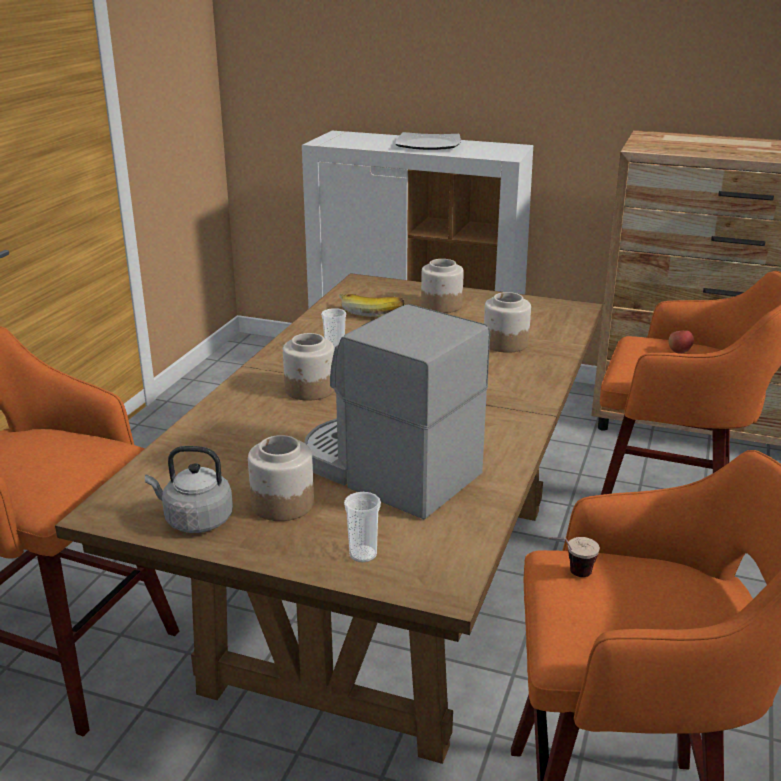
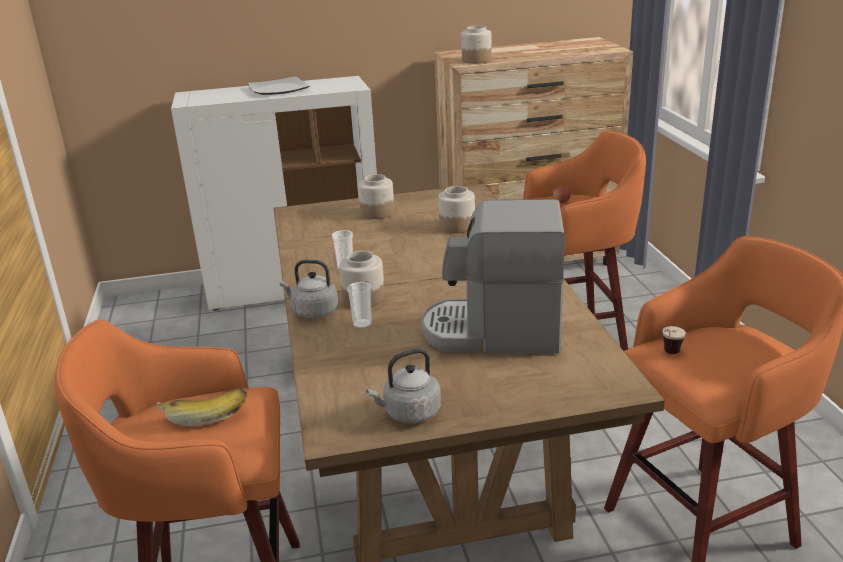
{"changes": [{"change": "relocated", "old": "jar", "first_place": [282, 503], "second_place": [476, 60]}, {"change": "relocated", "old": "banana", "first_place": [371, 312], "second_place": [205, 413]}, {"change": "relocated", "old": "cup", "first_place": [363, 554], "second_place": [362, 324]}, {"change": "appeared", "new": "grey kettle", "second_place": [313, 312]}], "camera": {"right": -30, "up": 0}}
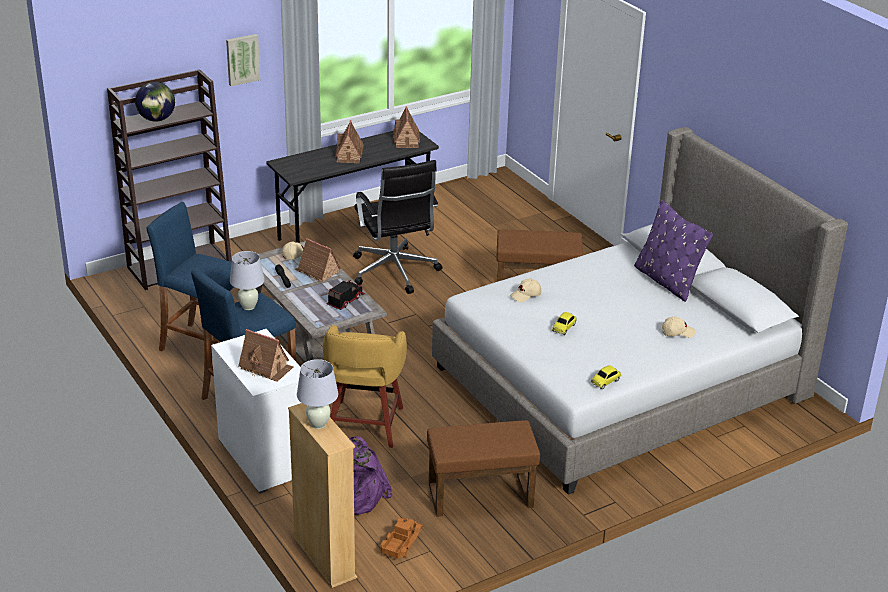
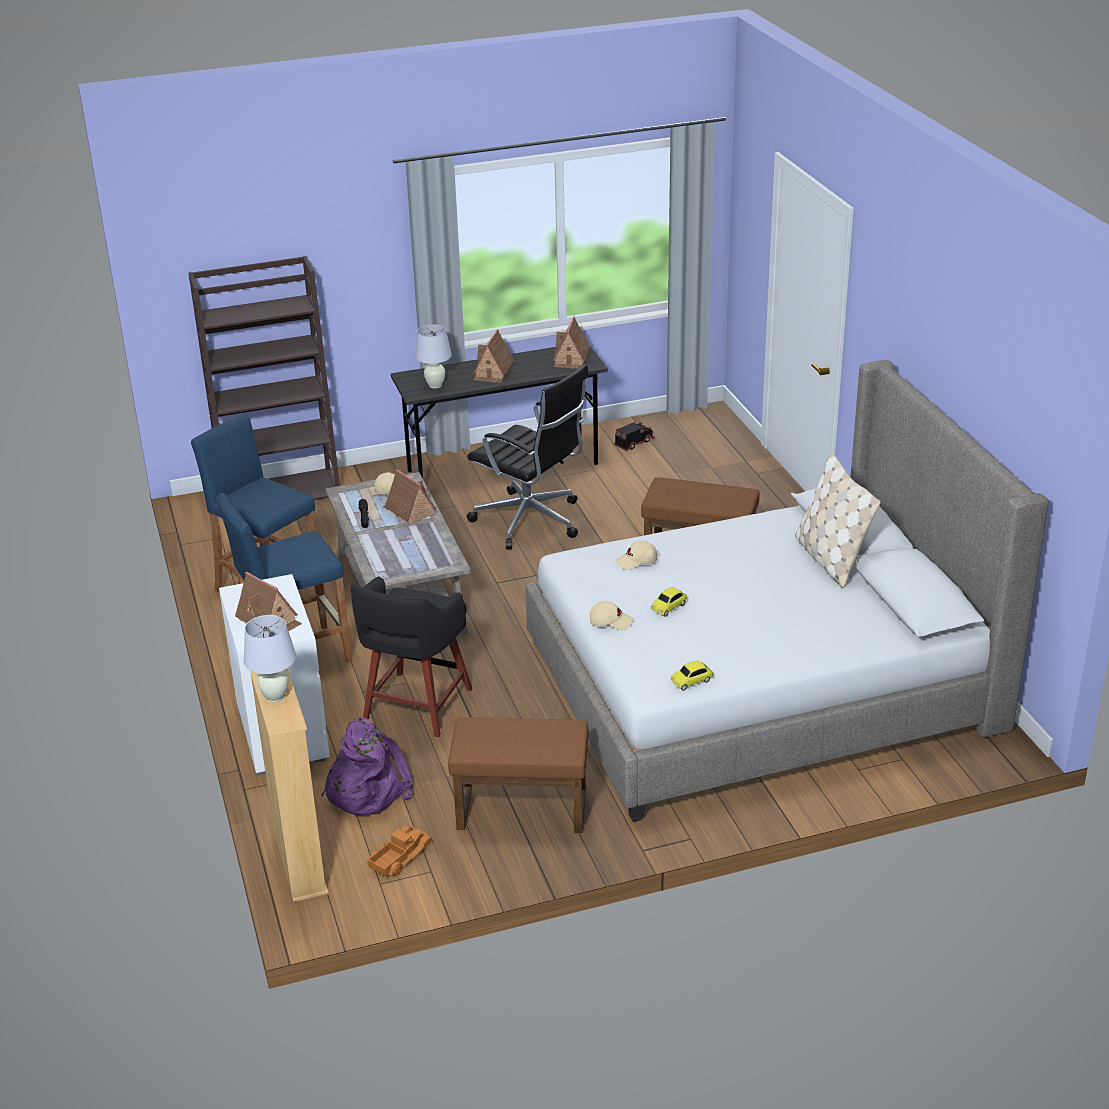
{"changes": [{"change": "missing", "old": "globe", "first_place": [156, 119]}, {"change": "missing", "old": "picture", "first_place": [242, 59]}, {"change": "relocated", "old": "white table lamp", "first_place": [248, 306], "second_place": [435, 385]}, {"change": "colour", "old": "yellow stool", "new": "black stool", "first_place": [364, 426], "second_place": [415, 706]}, {"change": "relocated", "old": "toy truck", "first_place": [345, 300], "second_place": [634, 443]}, {"change": "spun", "old": "black office chair", "first_place": [394, 272], "second_place": [531, 521], "degrees": -45}, {"change": "colour", "old": "purple pillow", "new": "beige pillow", "first_place": [667, 281], "second_place": [830, 559]}, {"change": "relocated", "old": "beige cap", "first_place": [677, 332], "second_place": [611, 622]}], "camera": {"right": 15, "up": 0}}
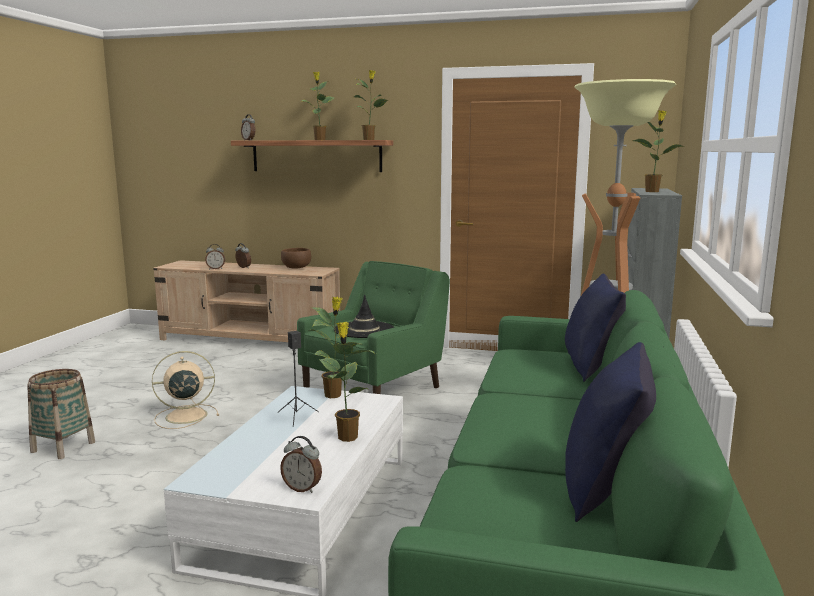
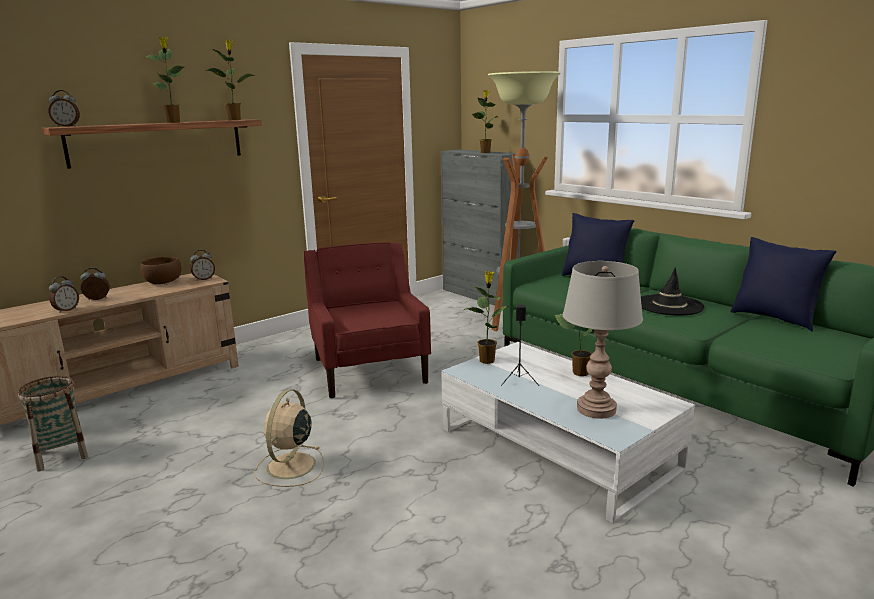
{"changes": [{"change": "relocated", "old": "basket", "first_place": [63, 447], "second_place": [61, 455]}, {"change": "relocated", "old": "alarm clock", "first_place": [302, 488], "second_place": [204, 279]}, {"change": "colour", "old": "green armchair", "new": "red armchair", "first_place": [374, 390], "second_place": [369, 370]}, {"change": "relocated", "old": "black hat", "first_place": [364, 330], "second_place": [669, 305]}, {"change": "appeared", "new": "grey table lamp", "second_place": [596, 409]}], "camera": {"right": -55, "up": 5}}
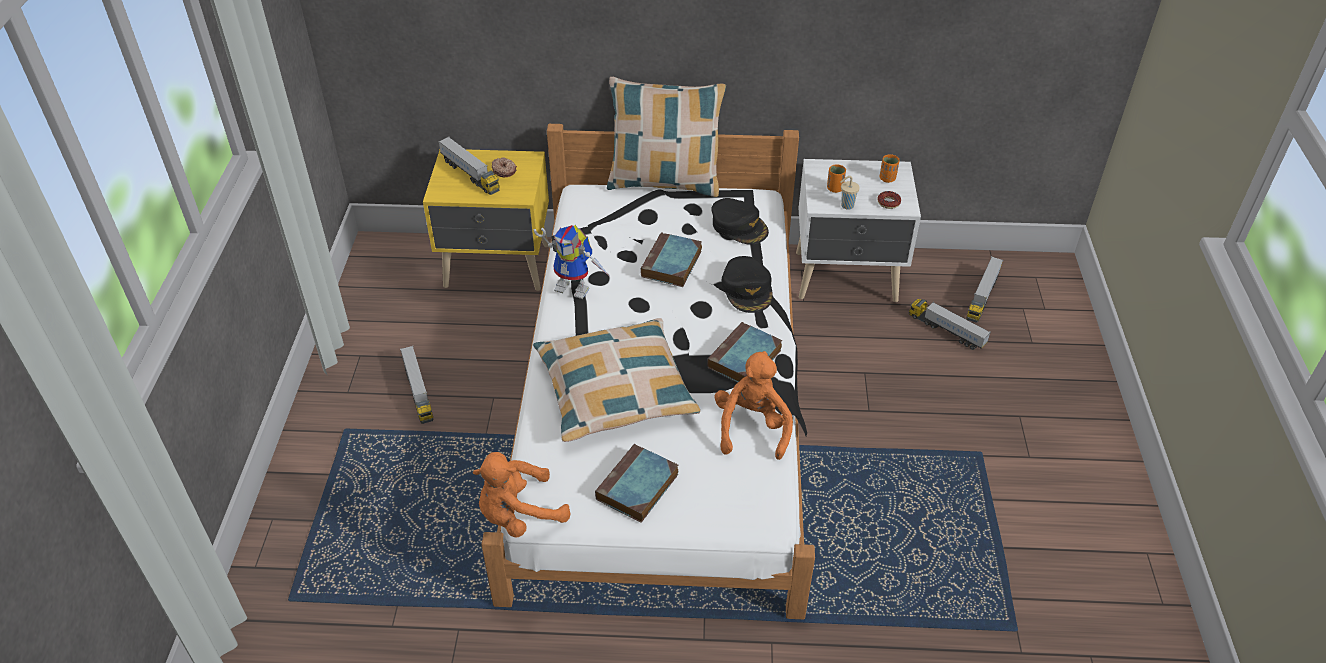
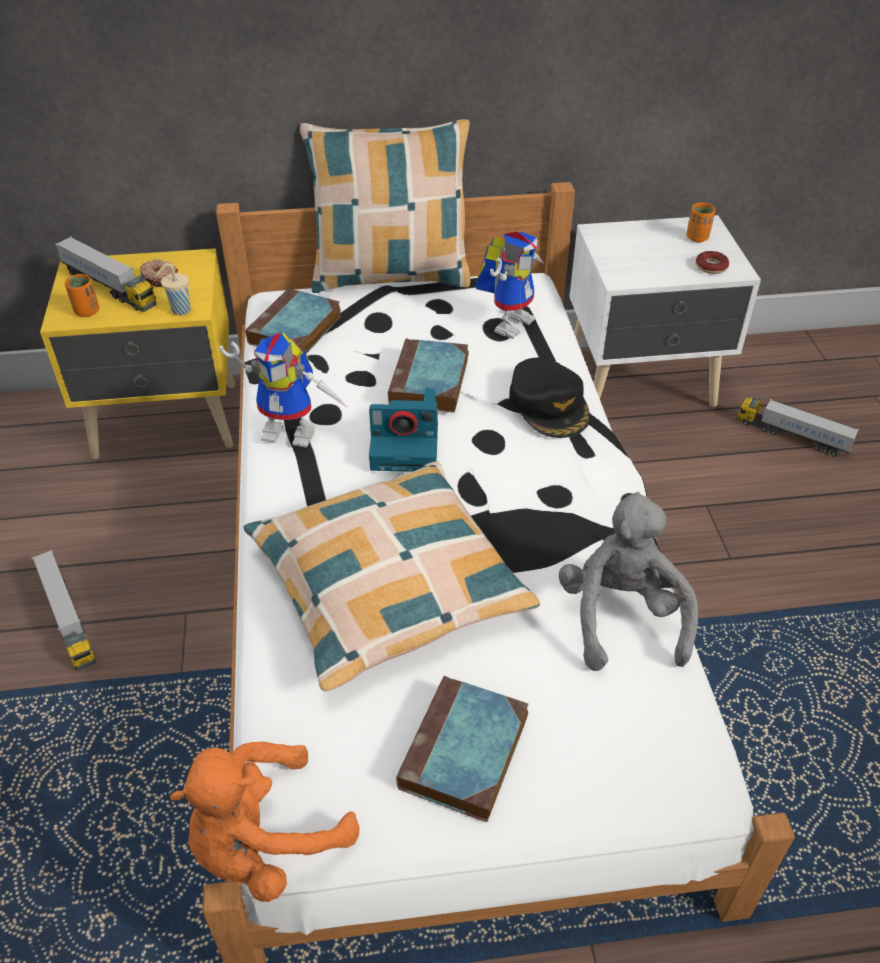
{"changes": [{"change": "relocated", "old": "book", "first_place": [744, 360], "second_place": [295, 331]}, {"change": "exchanged", "old": "black cap", "new": "toy robot", "first_place": [739, 226], "second_place": [510, 321]}, {"change": "colour", "old": "orange plush toy", "new": "grey plush toy", "first_place": [752, 427], "second_place": [621, 617]}, {"change": "relocated", "old": "orange cup", "first_place": [835, 189], "second_place": [87, 311]}, {"change": "relocated", "old": "beige cup", "first_place": [846, 206], "second_place": [180, 310]}, {"change": "missing", "old": "toy truck", "first_place": [982, 297]}, {"change": "appeared", "new": "photo camera", "second_place": [407, 446]}], "camera": {"right": -10, "up": 0}}
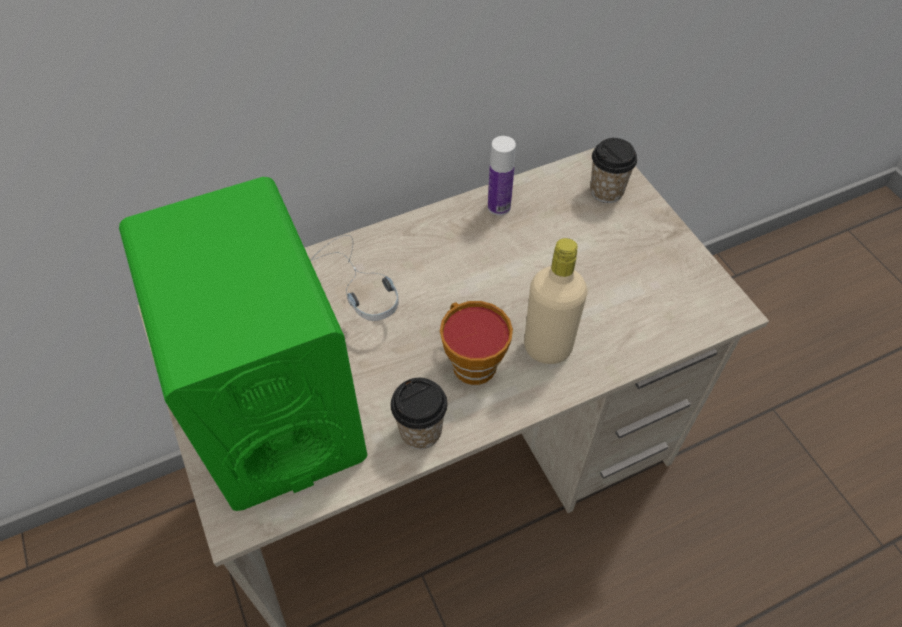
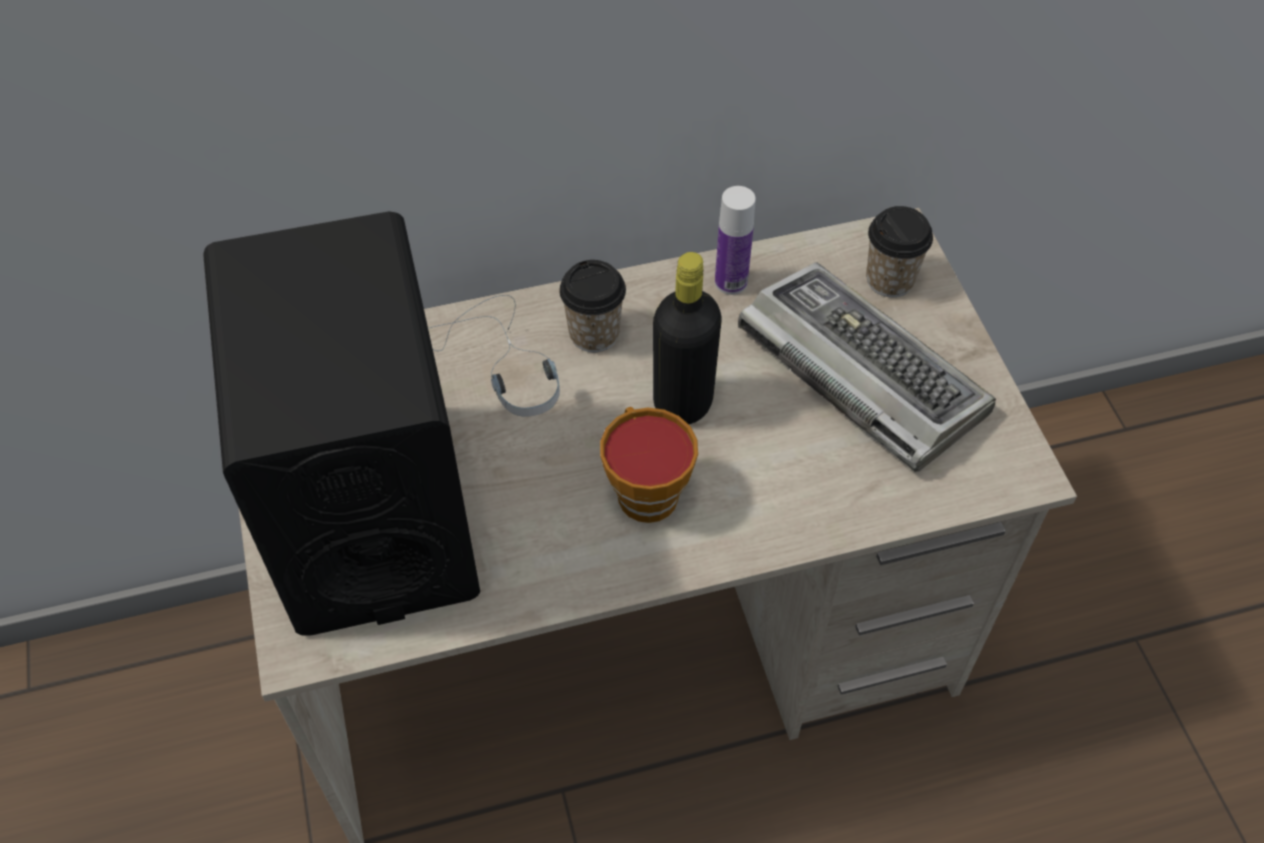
{"changes": [{"change": "colour", "old": "green speaker", "new": "black speaker", "first_place": [275, 409], "second_place": [373, 514]}, {"change": "relocated", "old": "cup", "first_place": [420, 431], "second_place": [594, 334]}, {"change": "missing", "old": "beige bottle", "first_place": [547, 348]}, {"change": "appeared", "new": "black bottle", "second_place": [683, 403]}, {"change": "appeared", "new": "keyboard", "second_place": [857, 372]}], "camera": {"right": 10, "up": 0}}
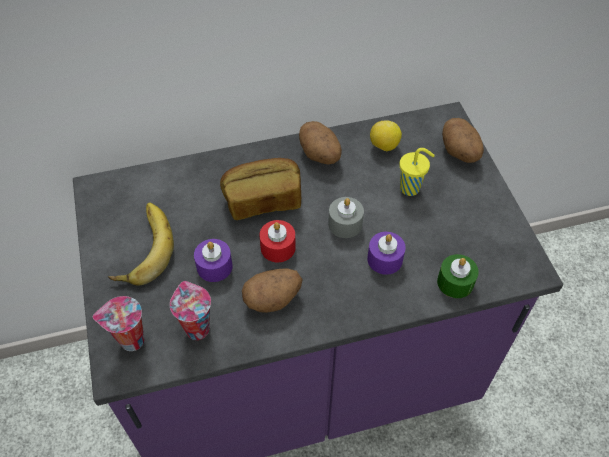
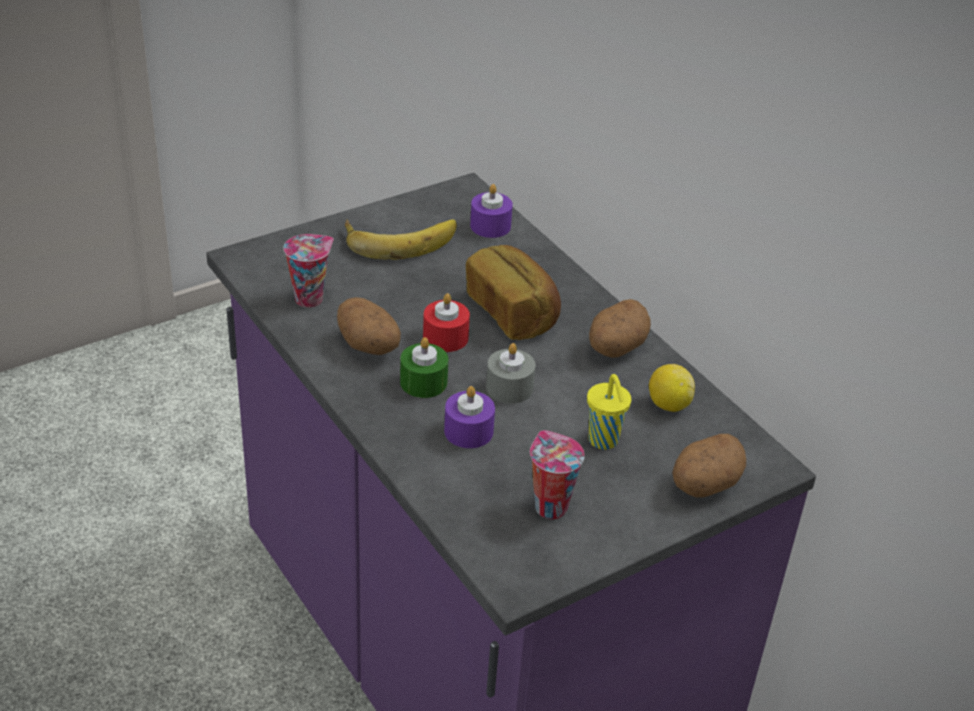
{"changes": [{"change": "relocated", "old": "cup", "first_place": [130, 341], "second_place": [549, 506]}, {"change": "relocated", "old": "purple candle", "first_place": [214, 266], "second_place": [490, 226]}, {"change": "relocated", "old": "green candle", "first_place": [455, 282], "second_place": [423, 382]}], "camera": {"right": 70, "up": -15}}
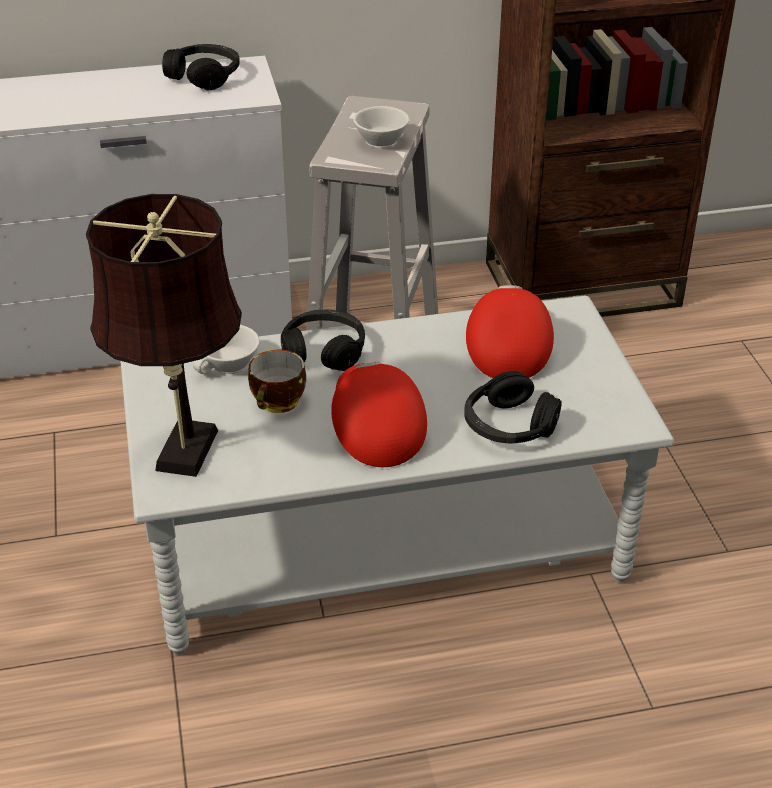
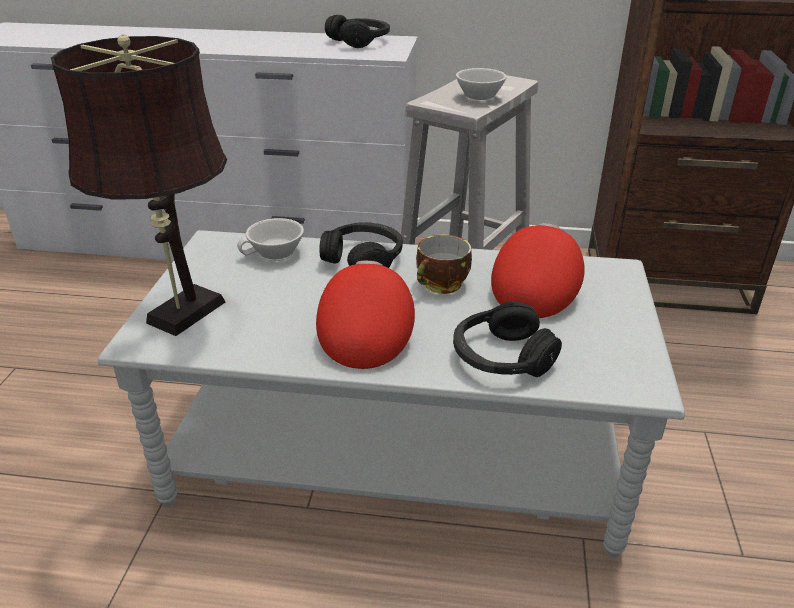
{"changes": [{"change": "relocated", "old": "cup", "first_place": [279, 403], "second_place": [442, 285]}], "camera": {"right": 20, "up": -5}}
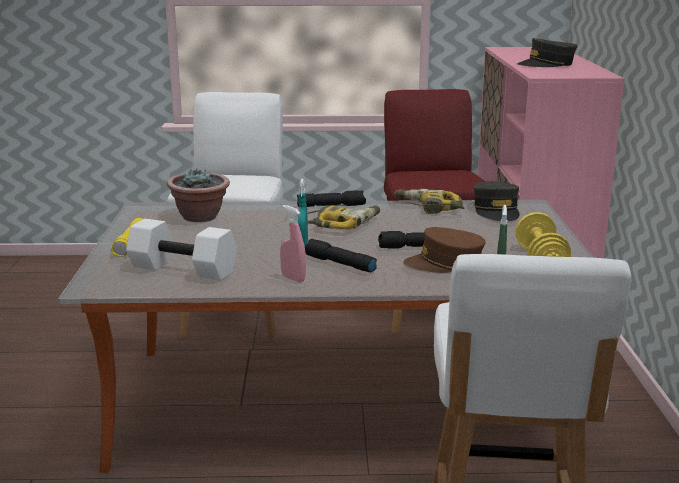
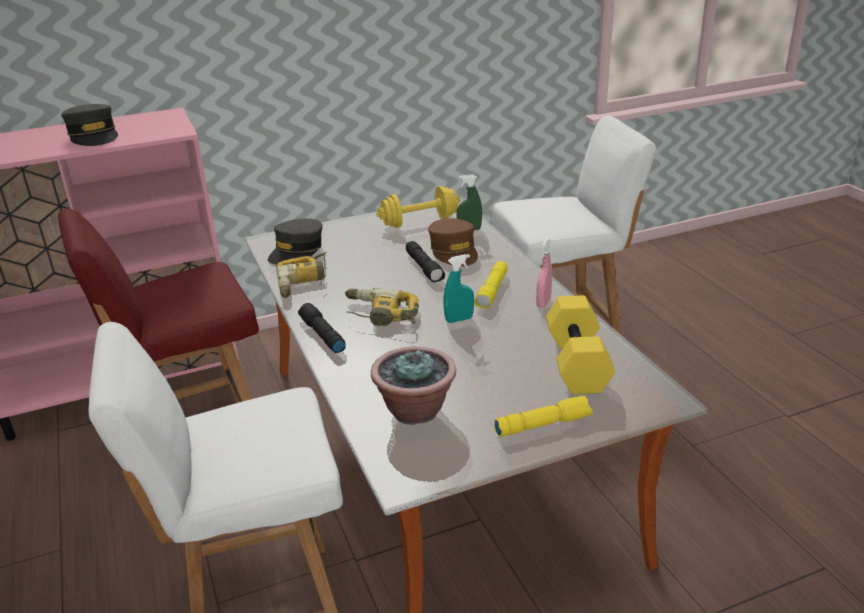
{"changes": [{"change": "colour", "old": "white dumbbell", "new": "yellow dumbbell", "first_place": [181, 270], "second_place": [579, 363]}, {"change": "colour", "old": "black flashlight", "new": "yellow flashlight", "first_place": [339, 264], "second_place": [492, 292]}, {"change": "spun", "old": "grey cap", "first_place": [496, 211], "second_place": [296, 251], "degrees": 150}], "camera": {"right": -110, "up": 10}}
